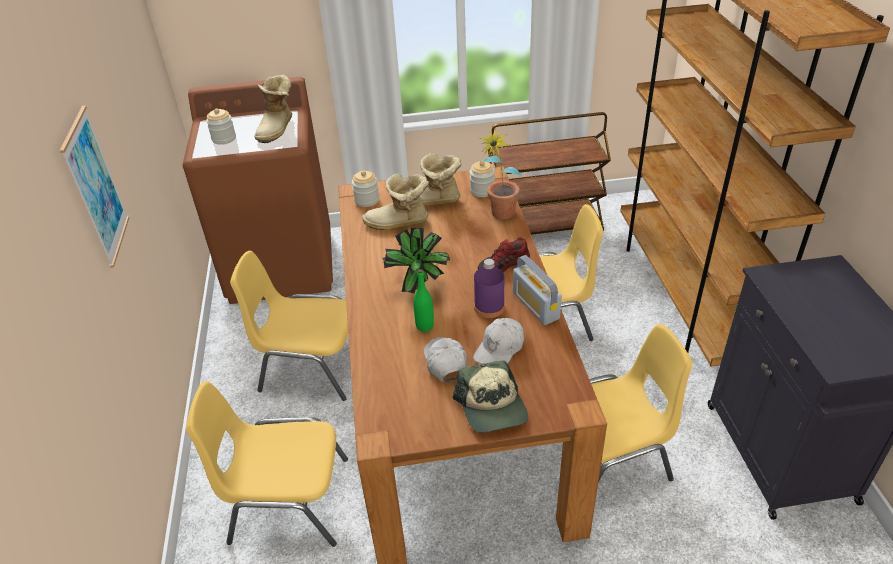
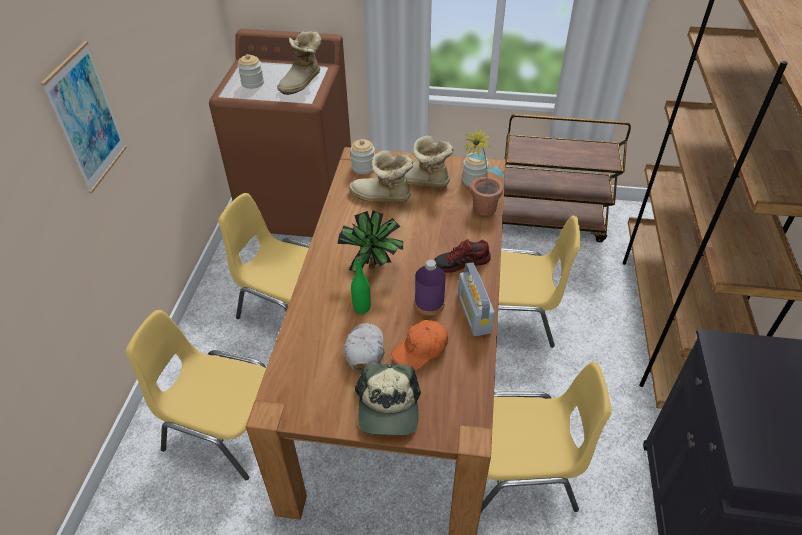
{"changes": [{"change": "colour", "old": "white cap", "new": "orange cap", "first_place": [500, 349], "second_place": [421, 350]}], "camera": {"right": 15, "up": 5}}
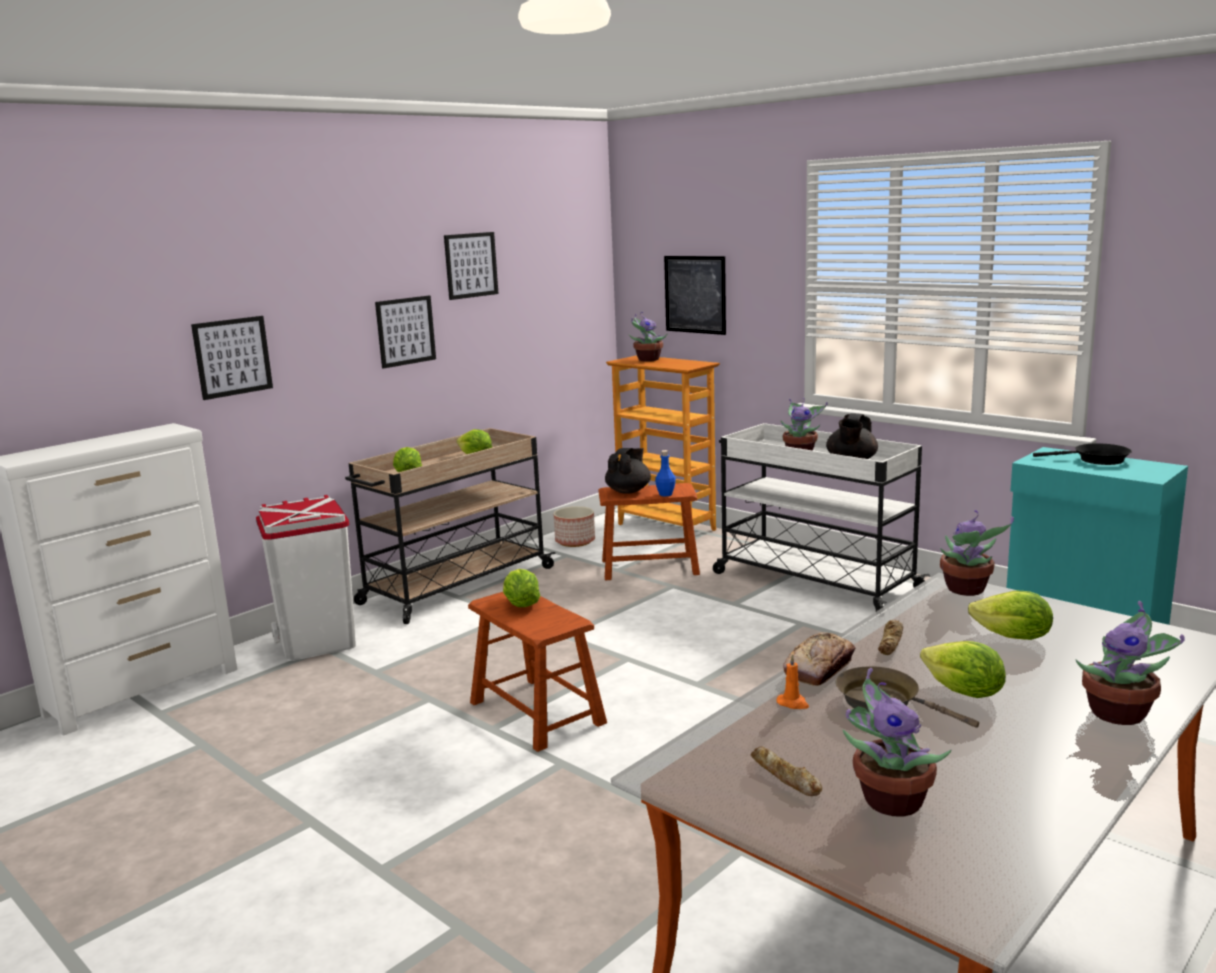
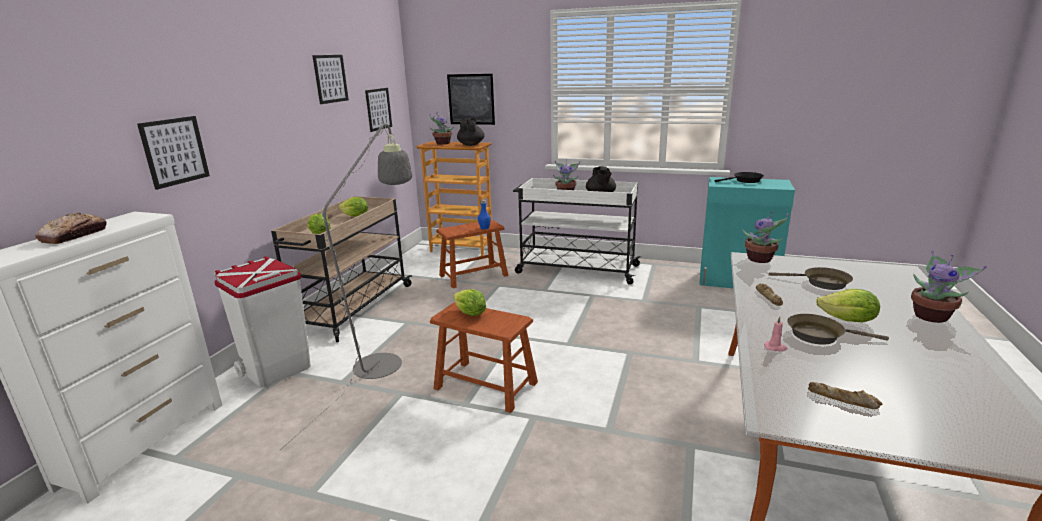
{"changes": [{"change": "relocated", "old": "picture", "first_place": [405, 331], "second_place": [378, 109]}, {"change": "missing", "old": "planter", "first_place": [575, 541]}, {"change": "relocated", "old": "black teapot", "first_place": [628, 491], "second_place": [471, 144]}, {"change": "colour", "old": "orange candle", "new": "pink candle", "first_place": [793, 703], "second_place": [775, 347]}, {"change": "relocated", "old": "bread", "first_place": [819, 668], "second_place": [74, 235]}, {"change": "missing", "old": "potted plant", "first_place": [888, 800]}, {"change": "exchanged", "old": "lettuce", "new": "brown frying pan", "first_place": [1013, 638], "second_place": [821, 283]}, {"change": "appeared", "new": "grey floor lamp", "second_place": [384, 359]}], "camera": {"right": -25, "up": 5}}
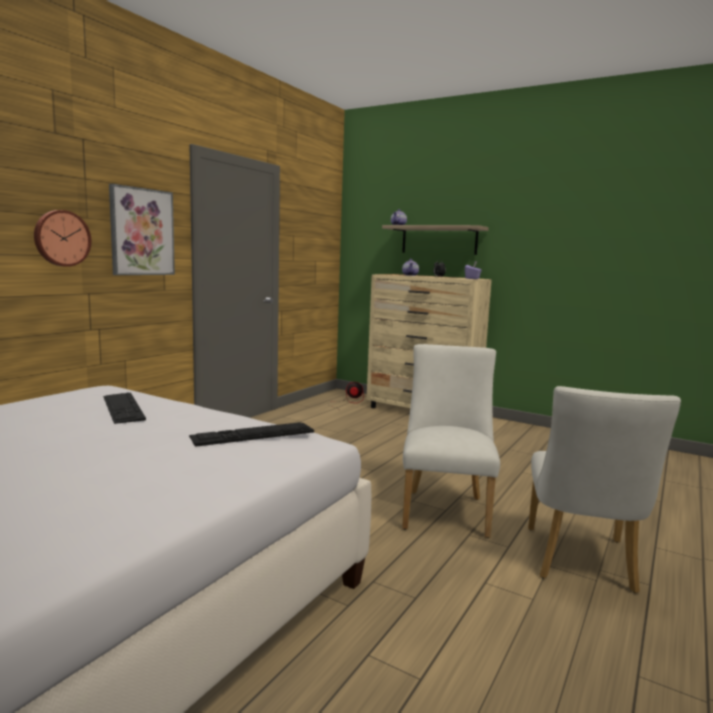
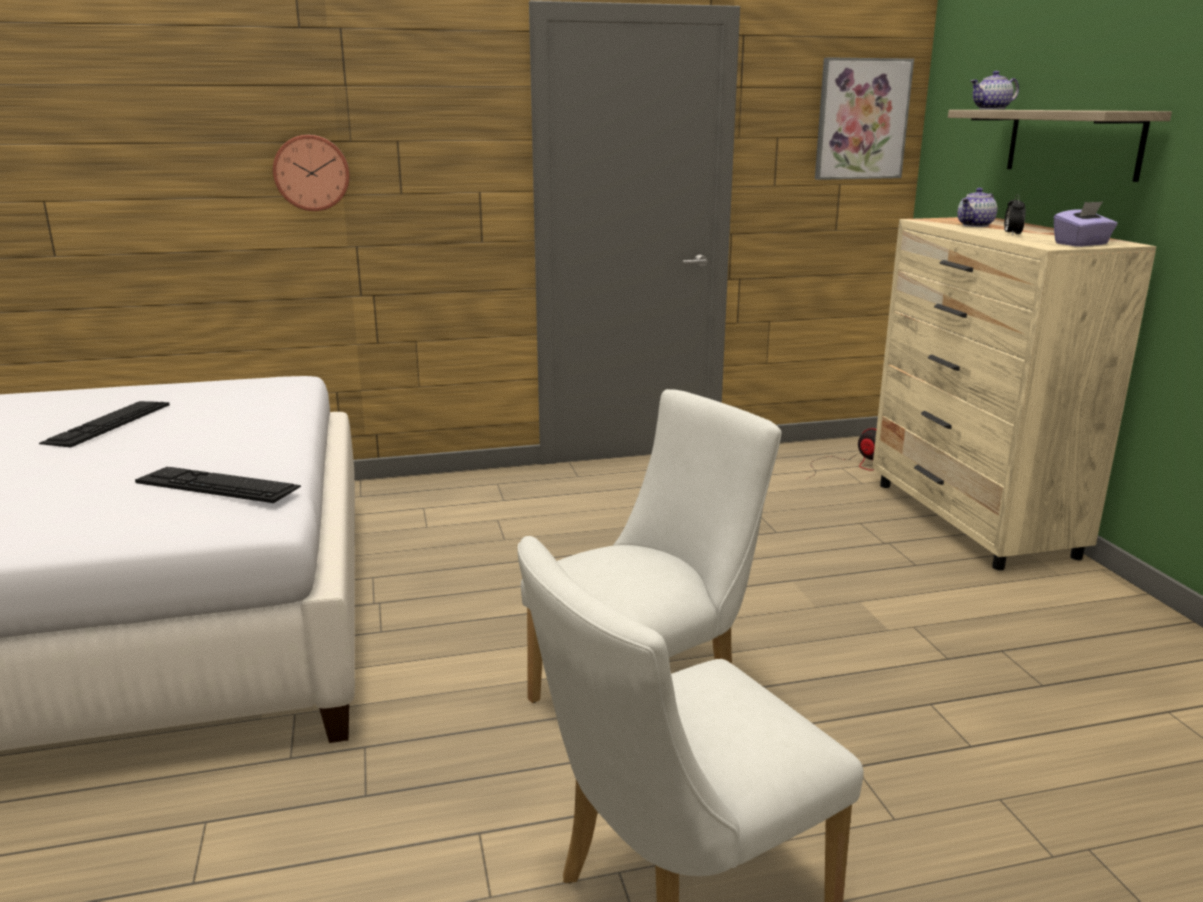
{"changes": [{"change": "relocated", "old": "keyboard", "first_place": [123, 407], "second_place": [108, 423]}, {"change": "relocated", "old": "picture", "first_place": [142, 232], "second_place": [861, 119]}], "camera": {"right": 45, "up": 10}}
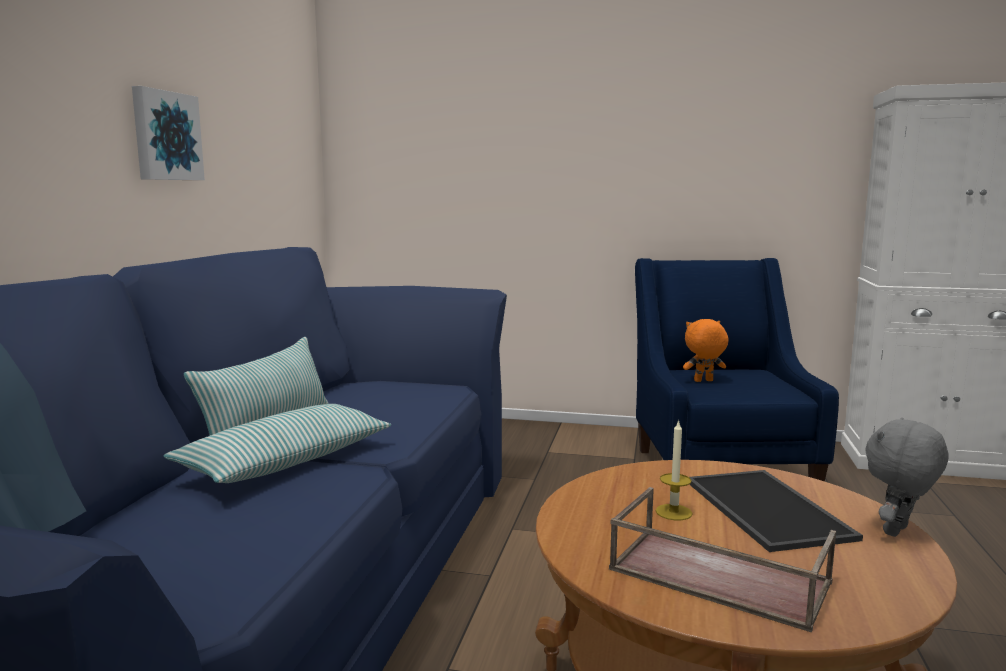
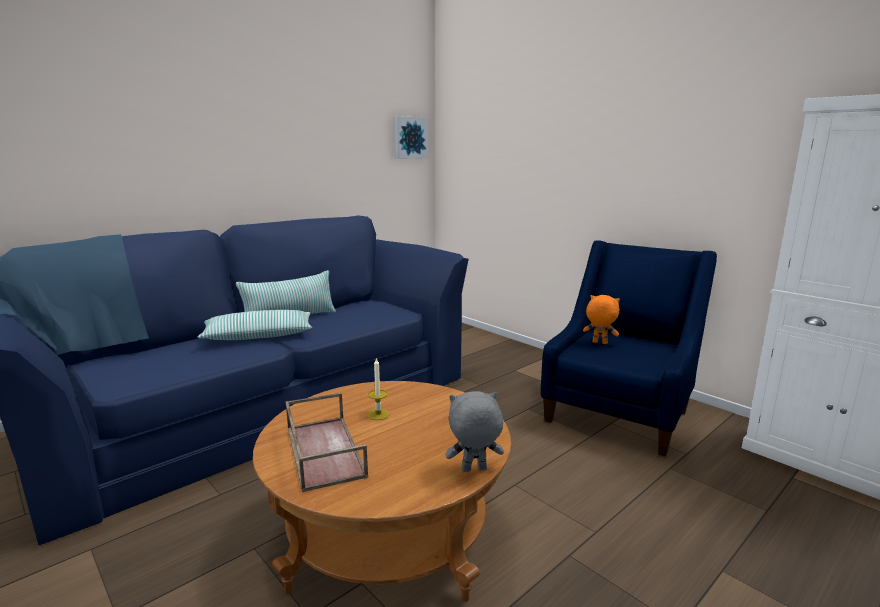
{"changes": [{"change": "relocated", "old": "picture", "first_place": [165, 136], "second_place": [409, 137]}, {"change": "missing", "old": "tray", "first_place": [769, 509]}], "camera": {"right": 35, "up": 5}}
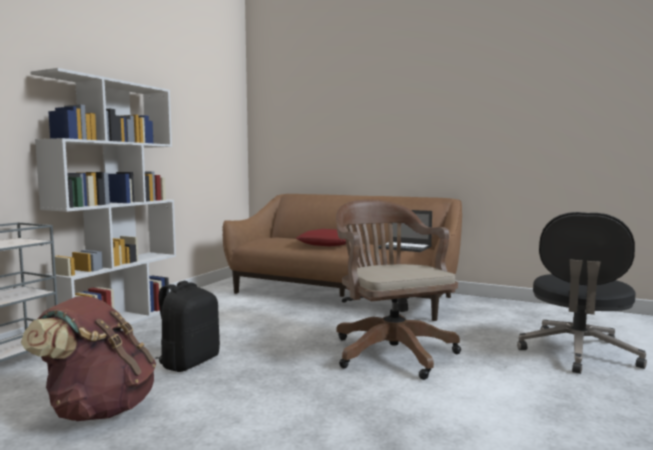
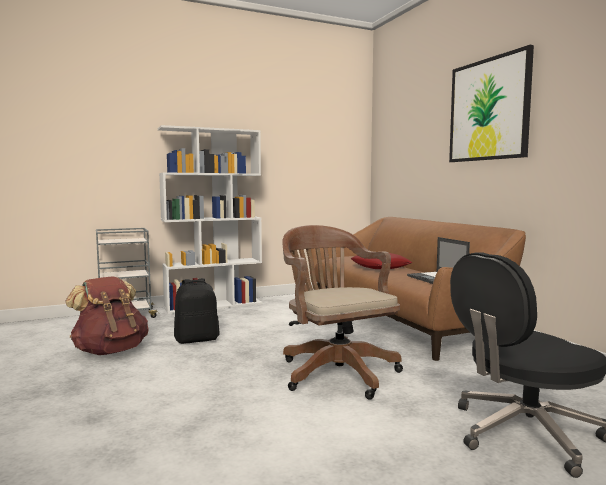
{"changes": [{"change": "spun", "old": "brown office chair", "first_place": [390, 350], "second_place": [335, 371], "degrees": -45}, {"change": "appeared", "new": "picture", "second_place": [488, 110]}], "camera": {"right": 40, "up": 0}}
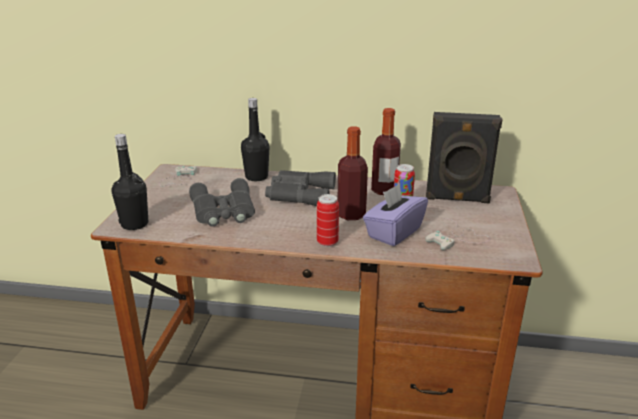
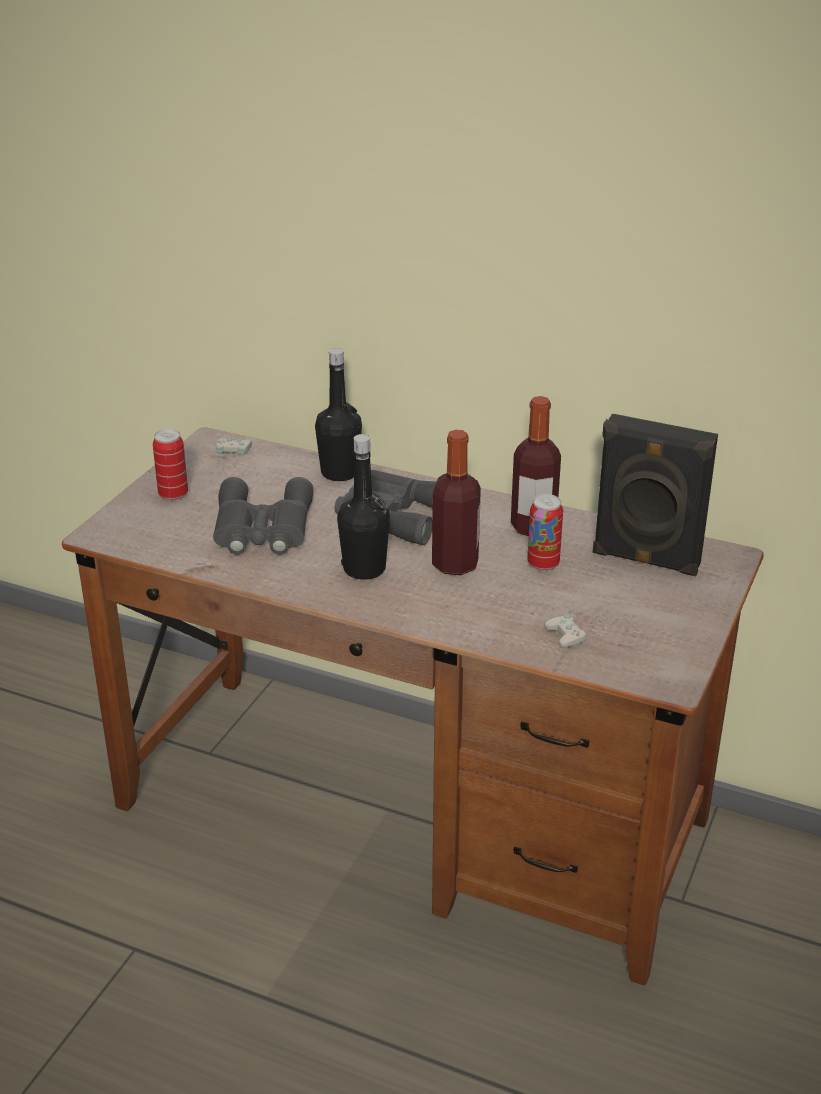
{"changes": [{"change": "relocated", "old": "black bottle", "first_place": [134, 224], "second_place": [364, 569]}, {"change": "relocated", "old": "can", "first_place": [327, 242], "second_place": [173, 495]}, {"change": "missing", "old": "purple tissue box", "first_place": [393, 232]}], "camera": {"right": 15, "up": 5}}
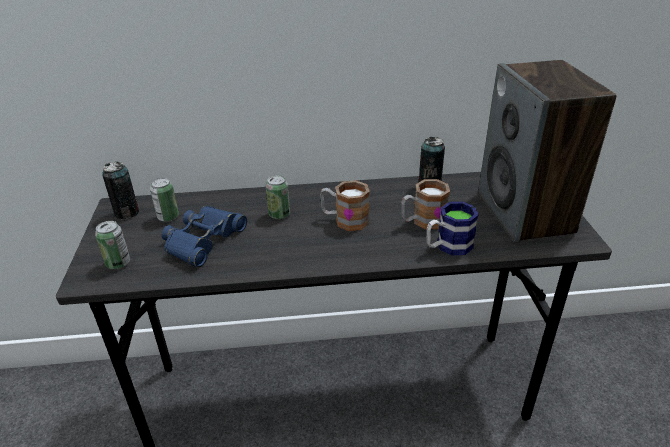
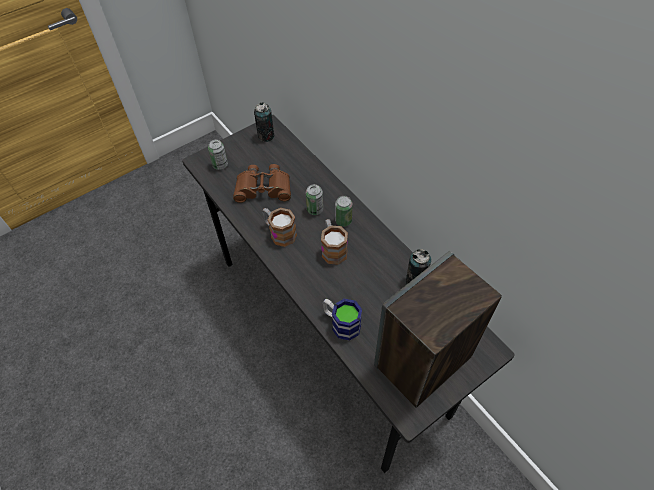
{"changes": [{"change": "relocated", "old": "can", "first_place": [168, 217], "second_place": [343, 221]}, {"change": "colour", "old": "blue binoculars", "new": "brown binoculars", "first_place": [203, 240], "second_place": [263, 188]}, {"change": "relocated", "old": "mug", "first_place": [422, 221], "second_place": [279, 233]}], "camera": {"right": 60, "up": 20}}
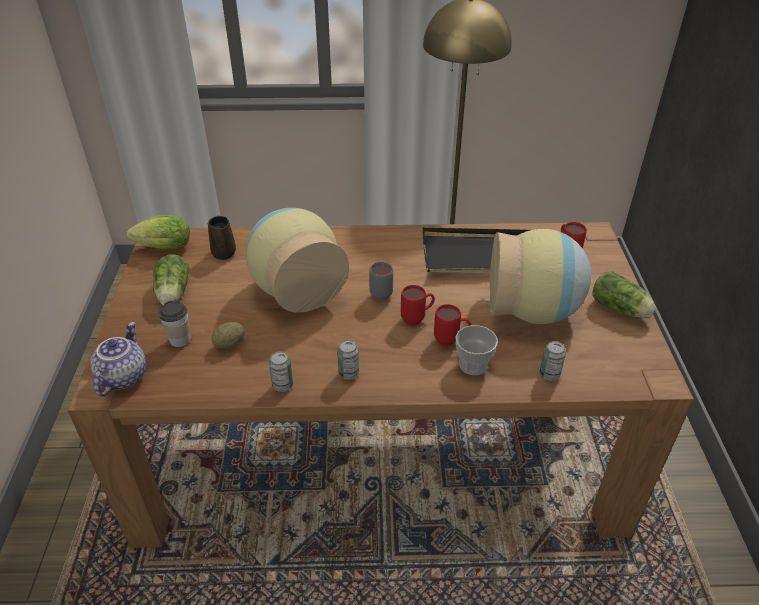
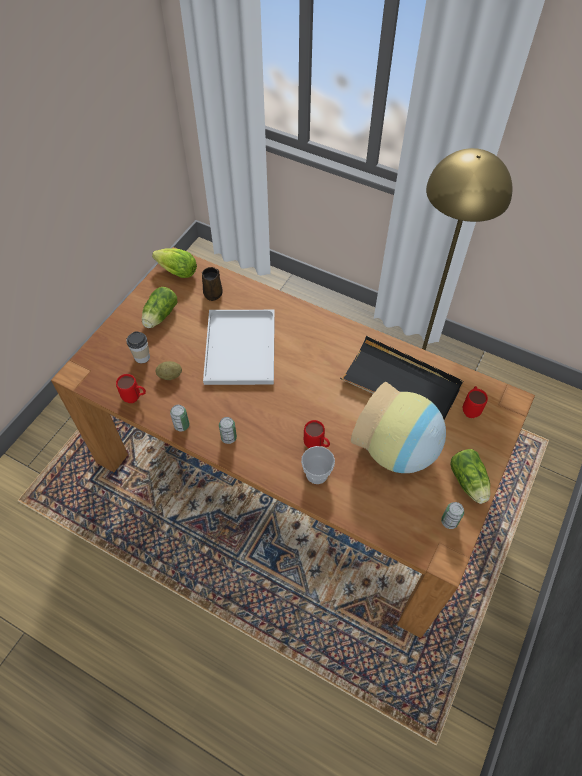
{"changes": [{"change": "missing", "old": "teapot", "first_place": [122, 376]}, {"change": "exchanged", "old": "vase", "new": "white tray", "first_place": [296, 289], "second_place": [241, 349]}, {"change": "missing", "old": "grey mug", "first_place": [381, 293]}, {"change": "relocated", "old": "red mug", "first_place": [417, 319], "second_place": [135, 398]}, {"change": "relocated", "old": "can", "first_place": [549, 374], "second_place": [449, 521]}], "camera": {"right": 30, "up": 15}}
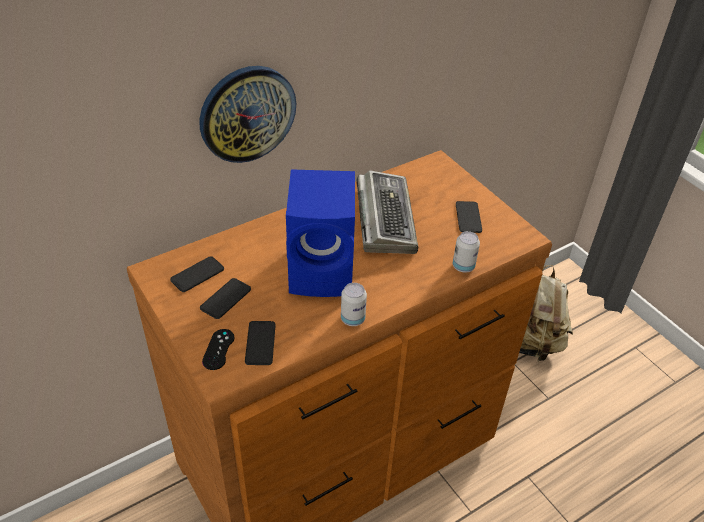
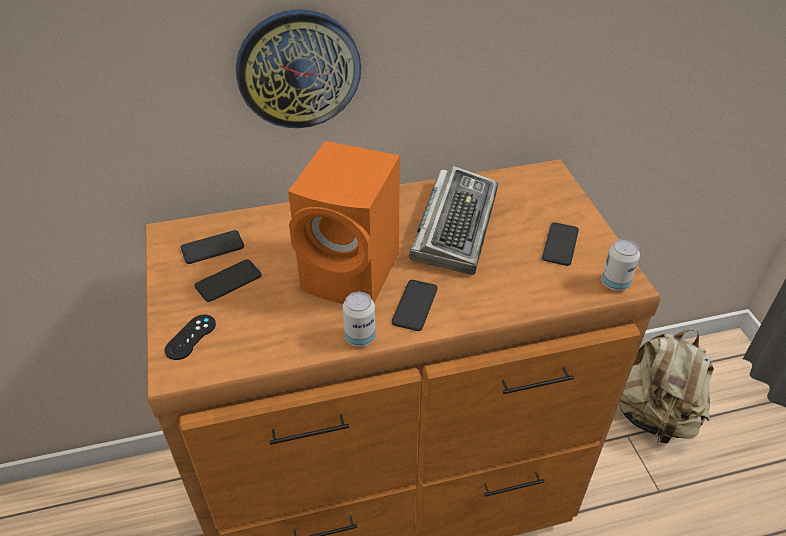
{"changes": [{"change": "relocated", "old": "phone", "first_place": [260, 343], "second_place": [415, 305]}, {"change": "colour", "old": "blue speaker", "new": "orange speaker", "first_place": [324, 271], "second_place": [354, 273]}, {"change": "relocated", "old": "can", "first_place": [463, 266], "second_place": [615, 283]}], "camera": {"right": 20, "up": 0}}
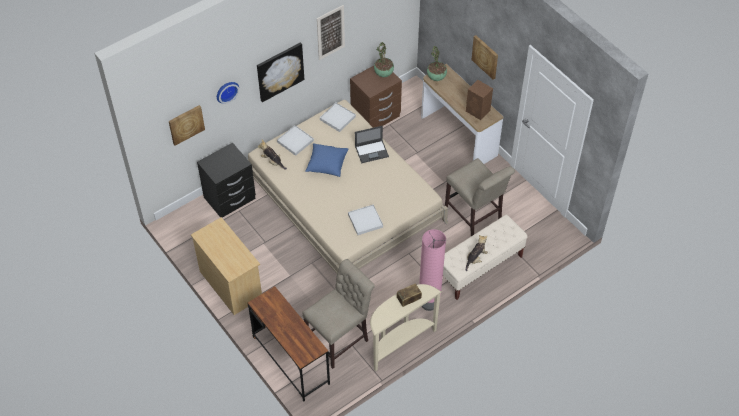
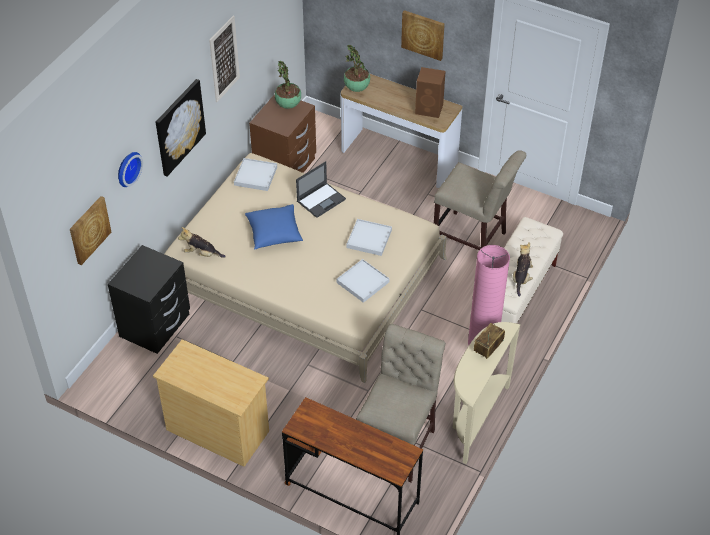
{"changes": [{"change": "relocated", "old": "white tray", "first_place": [295, 141], "second_place": [369, 239]}], "camera": {"right": -25, "up": -5}}
